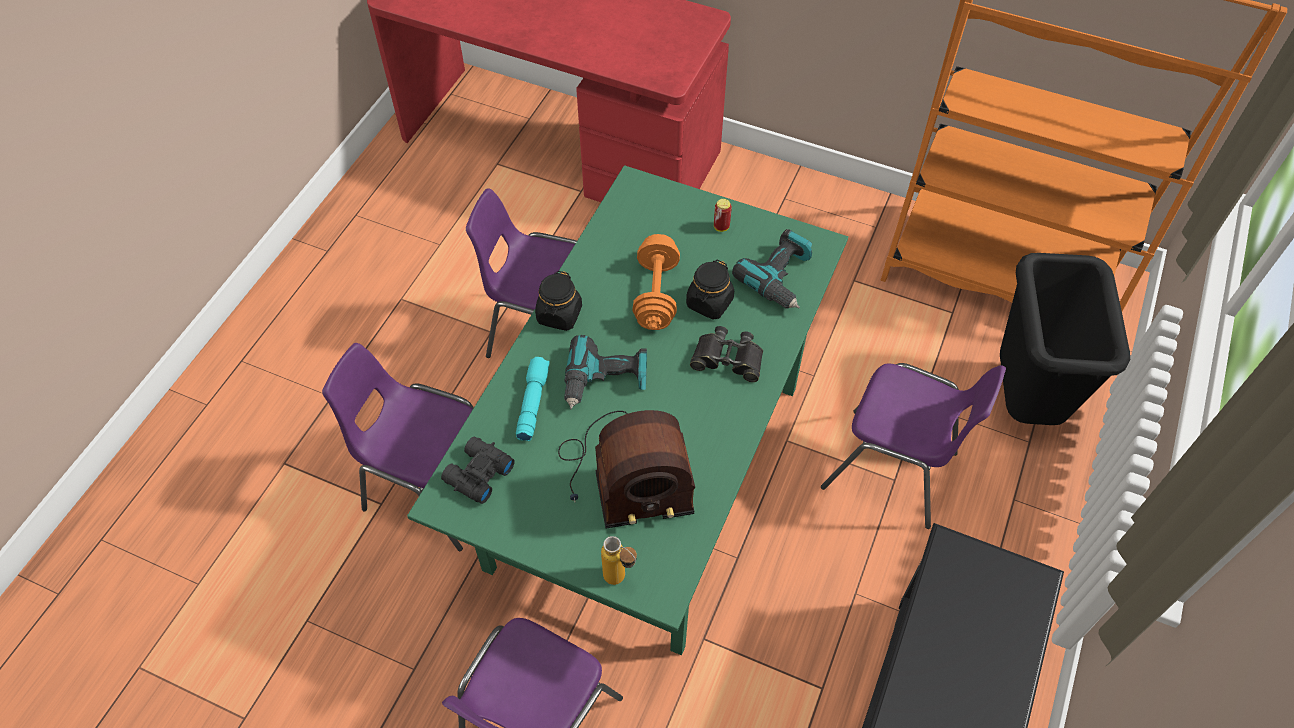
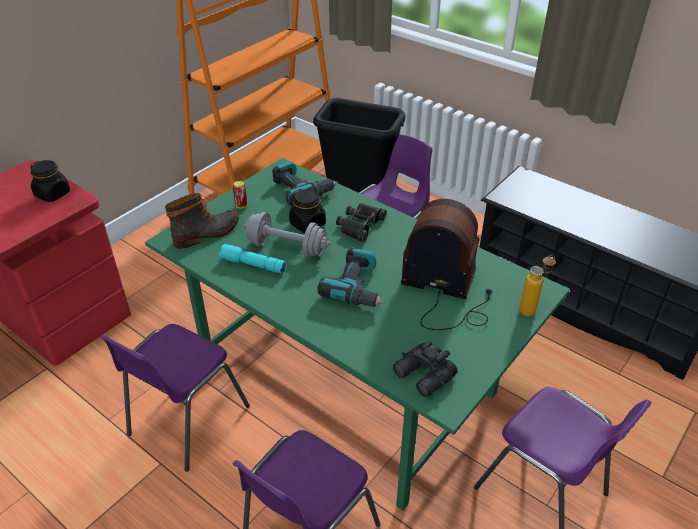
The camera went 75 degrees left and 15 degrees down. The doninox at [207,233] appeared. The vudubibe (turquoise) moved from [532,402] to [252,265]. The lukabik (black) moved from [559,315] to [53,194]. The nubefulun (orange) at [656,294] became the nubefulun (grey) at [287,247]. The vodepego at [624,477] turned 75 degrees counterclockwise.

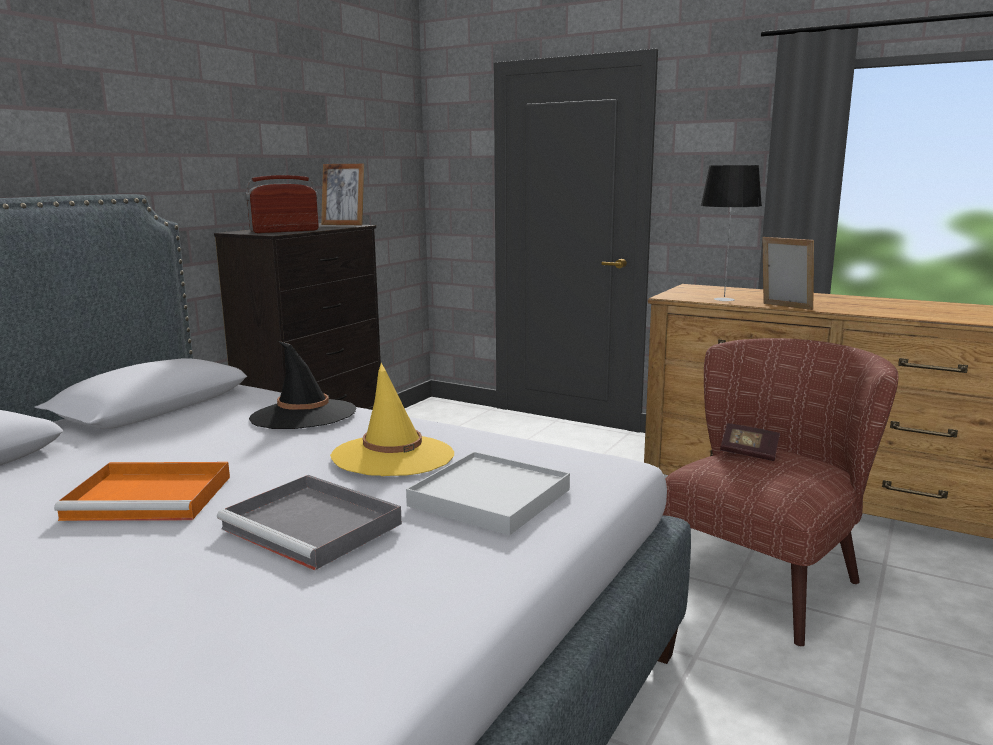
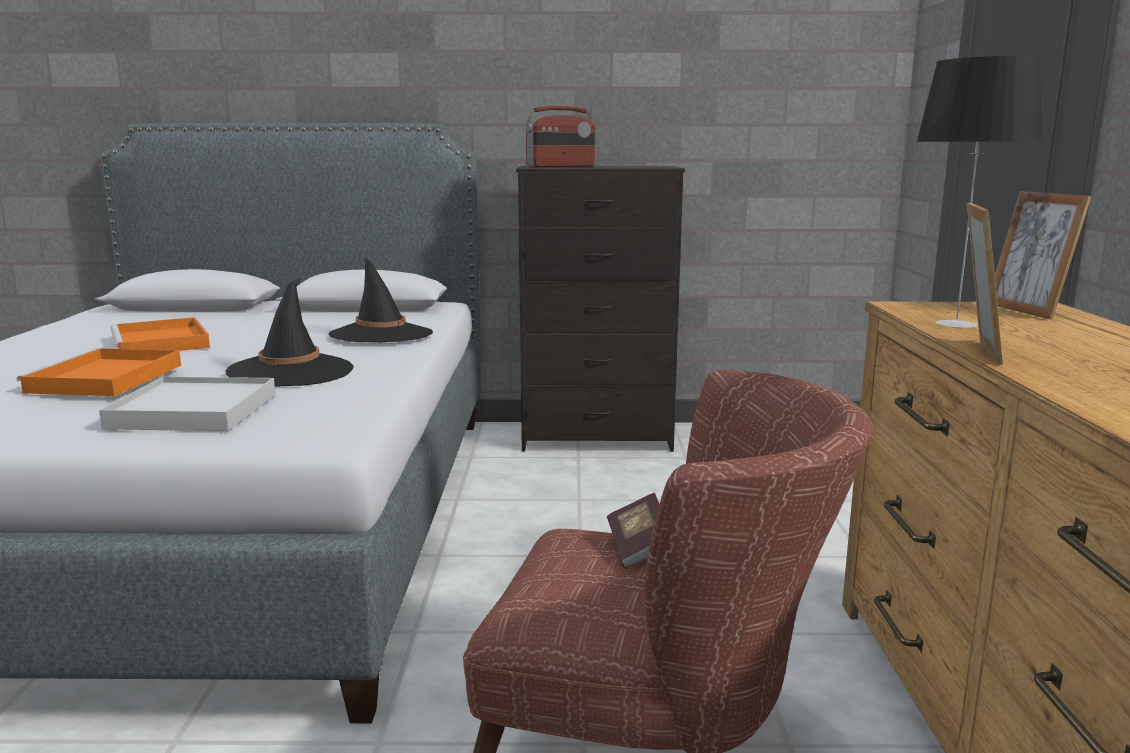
The camera went 60 degrees right and 0 degrees up. The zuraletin moved from [344,224] to [1027,311]. The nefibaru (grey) at [315,527] became the nefibaru (orange) at [104,379]. The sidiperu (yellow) at [393,456] became the sidiperu (black) at [291,371]. The vodepego at [284,231] turned 120 degrees clockwise.

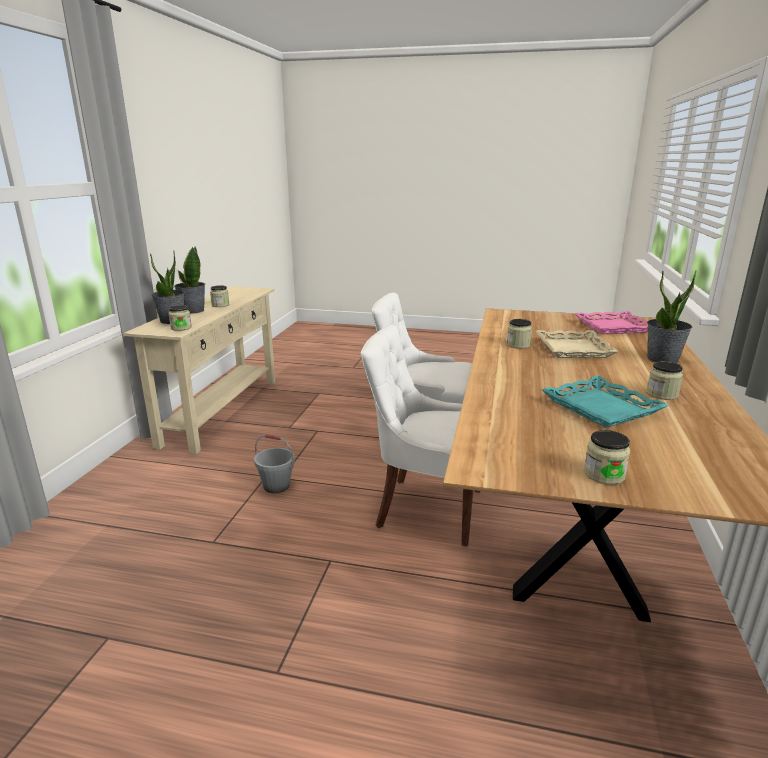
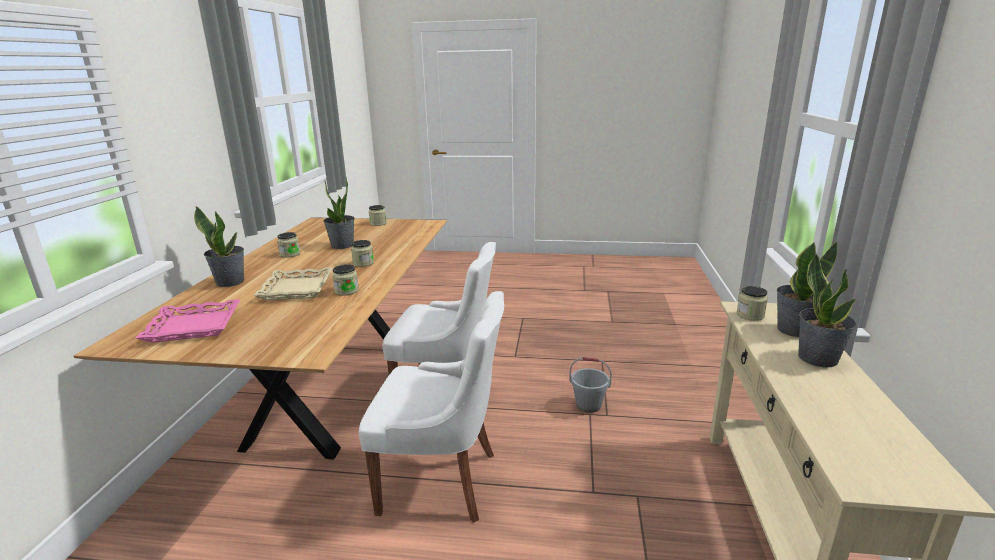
The camera went 175 degrees right and 0 degrees up. The lukabik moved from [220,305] to [363,263]. The nefibaru (turquoise) at [602,408] was replaced by the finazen at [342,245].

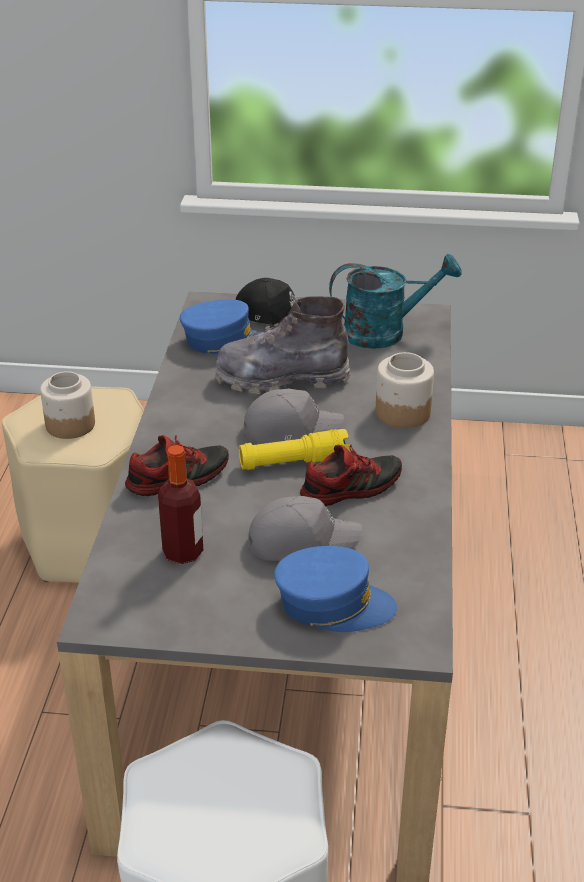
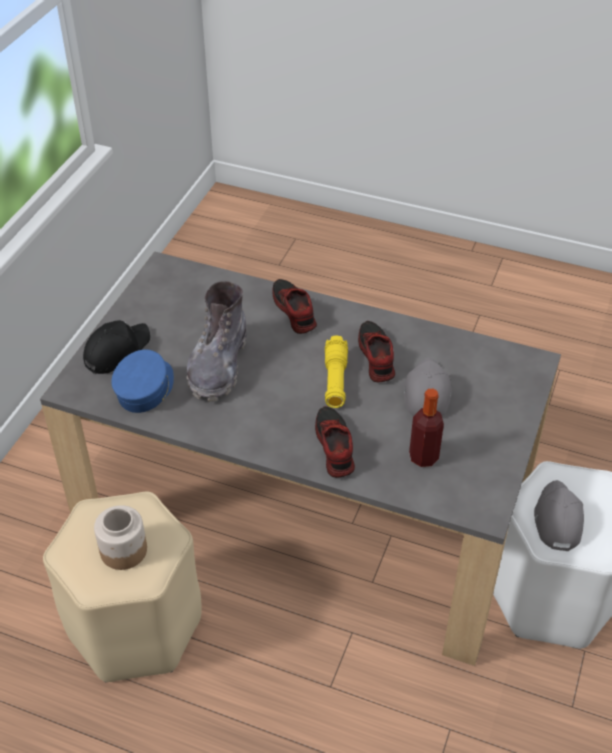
The camera went 75 degrees left and 10 degrees up. The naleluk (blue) at [333,604] disappeared. The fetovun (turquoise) at [385,332] disappeared. The naleluk (grey) moved from [290,428] to [557,519]. The lukabik at [402,412] was replaced by the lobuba at [293,311].

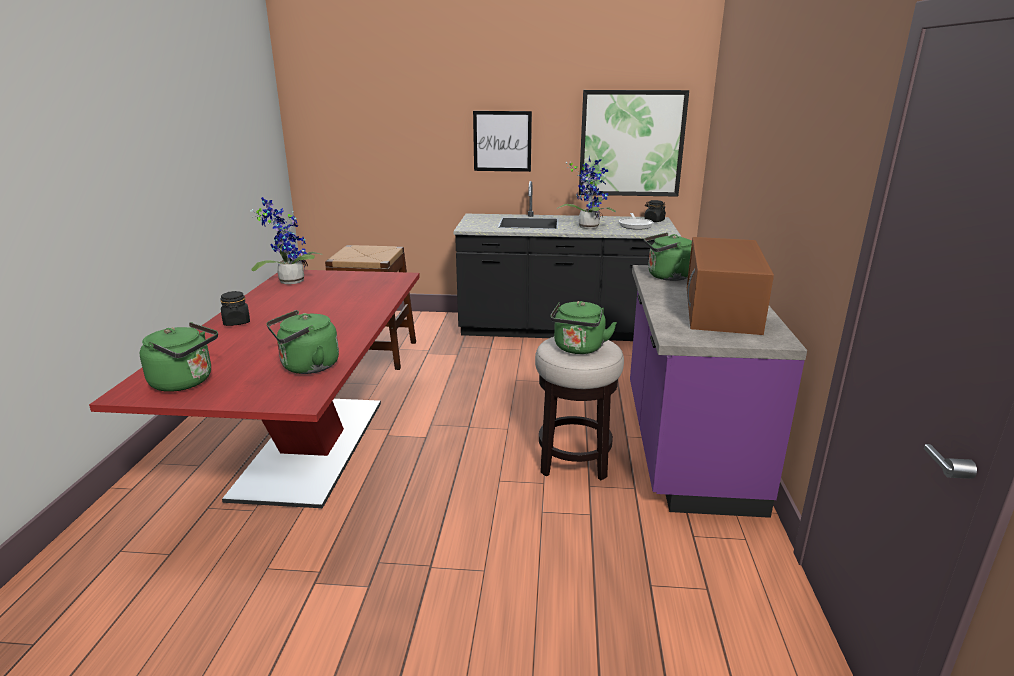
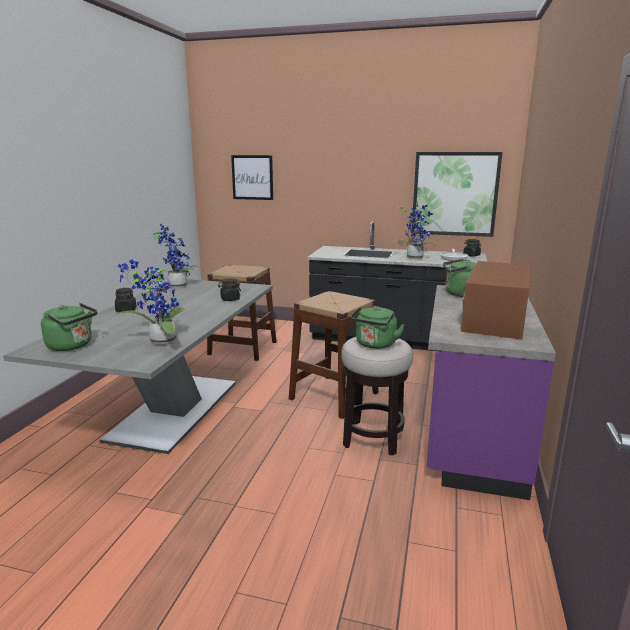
The camera went 10 degrees right and 5 degrees down. The lukabik (black) at [230,299] appeared. The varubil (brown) at [334,396] appeared. The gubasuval moved from [502,141] to [252,177]. The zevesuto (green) at [307,367] was replaced by the finazen at [159,342]. The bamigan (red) at [312,448] became the bamigan (grey) at [175,410].

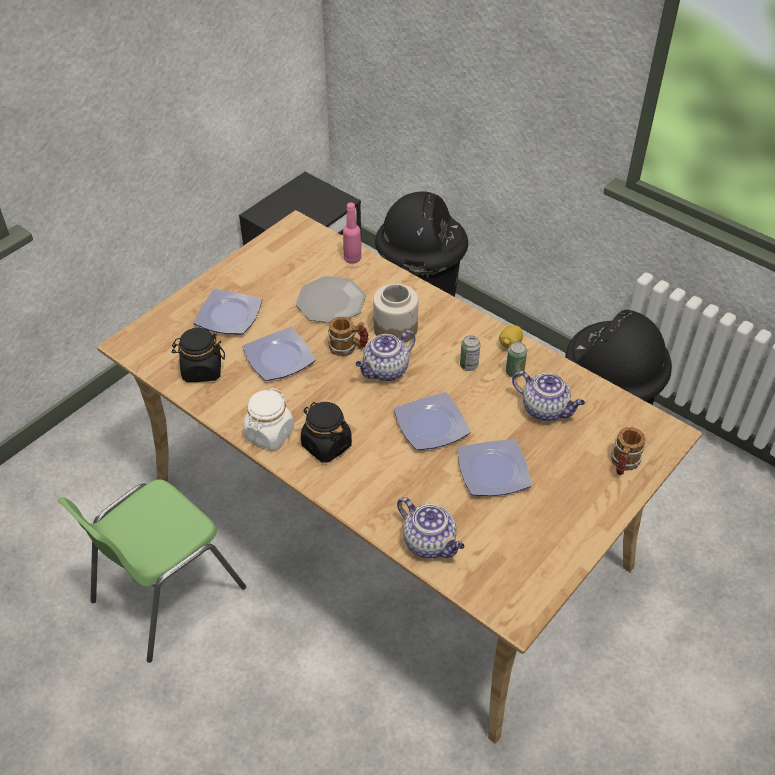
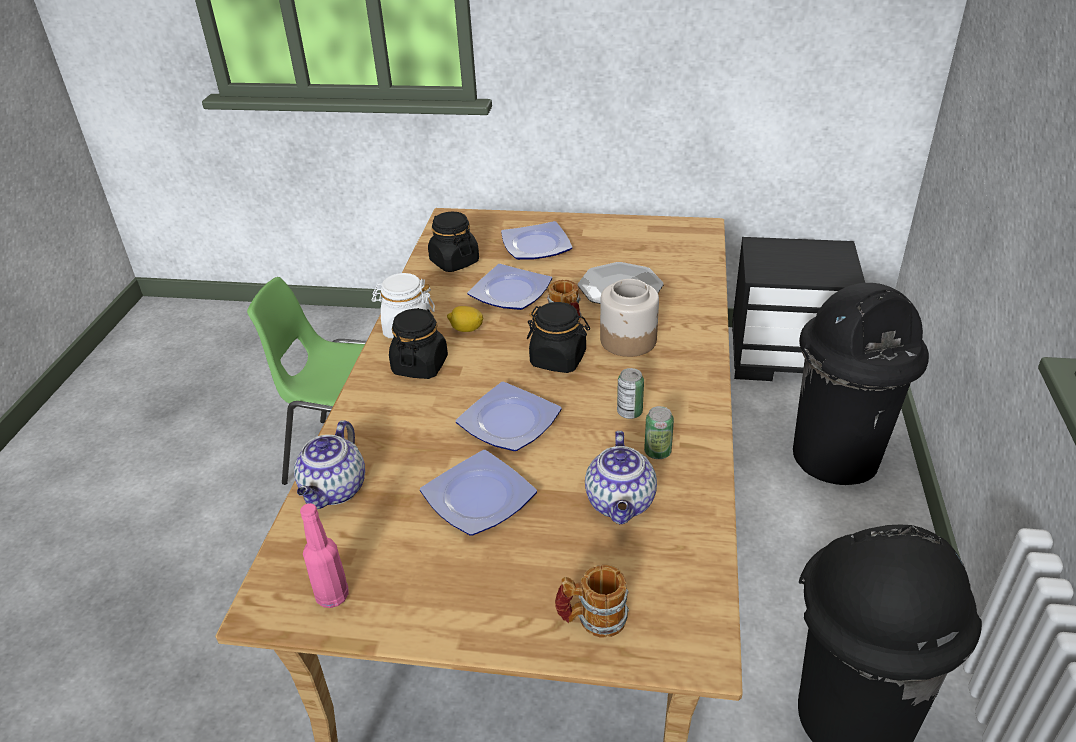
The camera went 60 degrees right and 10 degrees down. The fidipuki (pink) moved from [352,258] to [332,596]. The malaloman moved from [510,344] to [466,329]. The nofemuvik at [385,371] was replaced by the lukabik (black) at [558,359].

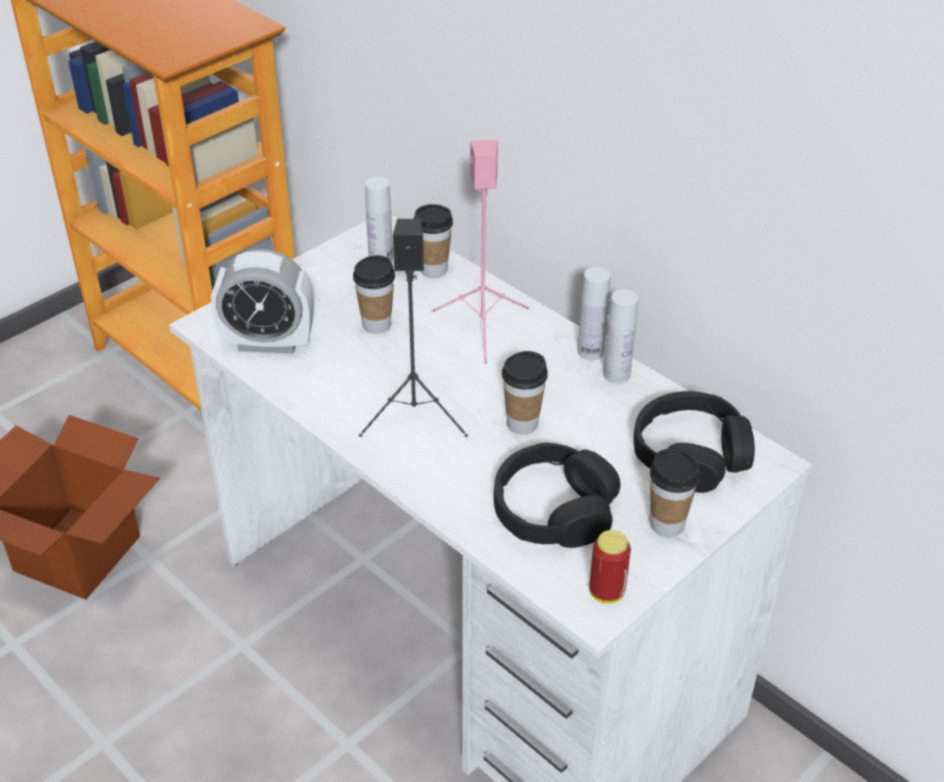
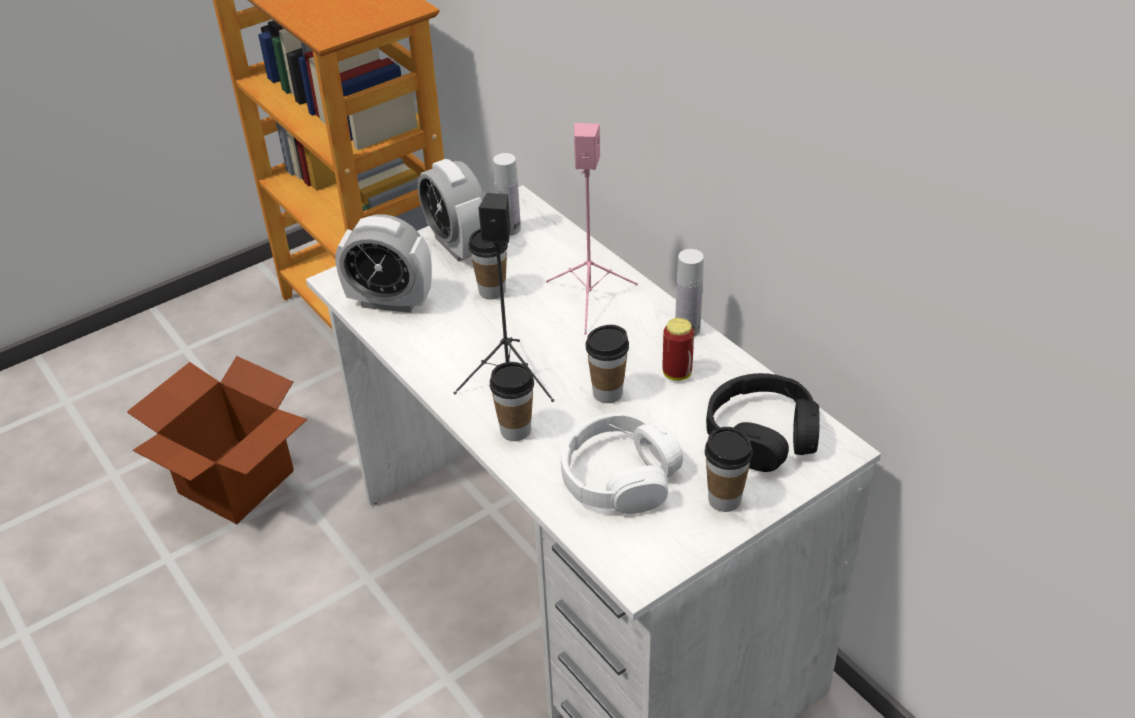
The camera went 10 degrees right and 0 degrees up. The fidipuki (white) at [616,374] disappeared. The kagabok at [457,245] appeared. The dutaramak moved from [433,270] to [515,430]. The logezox moved from [606,593] to [677,373]. The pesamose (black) at [554,510] became the pesamose (white) at [619,477].

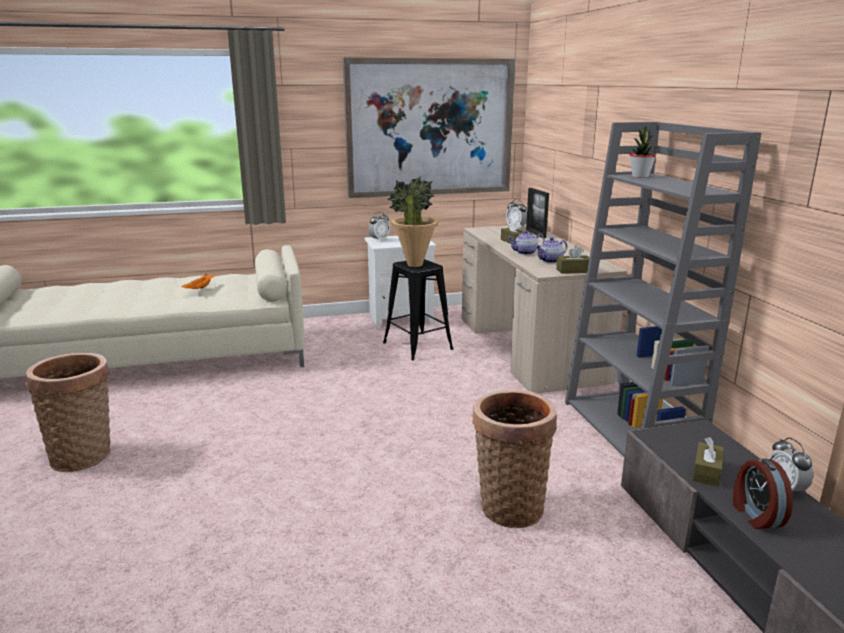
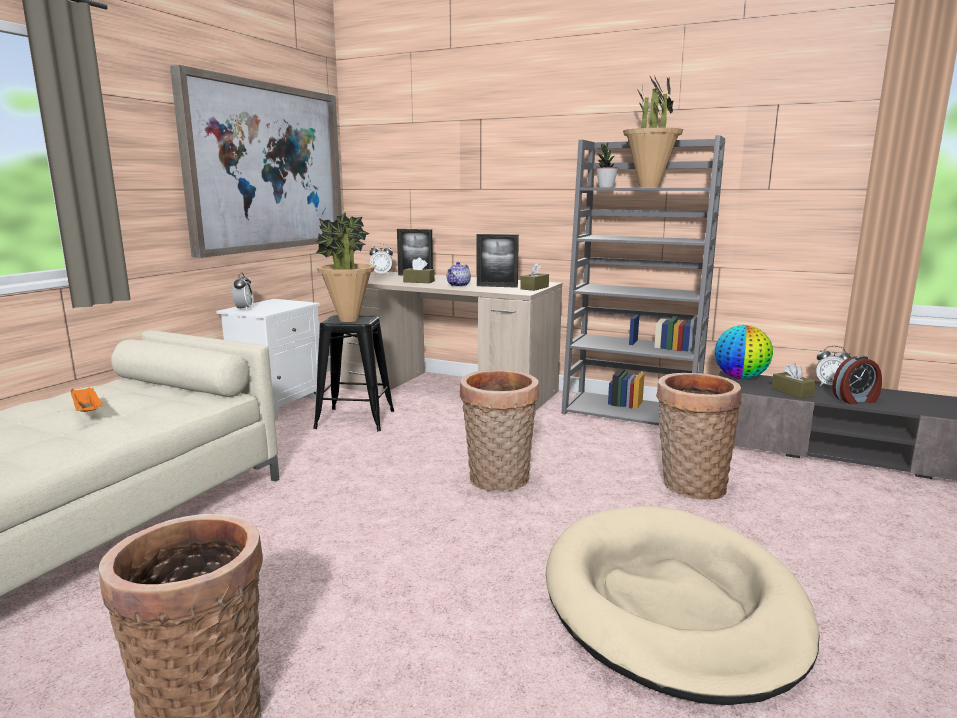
The camera went 50 degrees left and 5 degrees down. The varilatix at [498,481] appeared. The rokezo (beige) at [672,604] appeared. The finazen at [649,187] appeared. The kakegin at [740,378] appeared. The nofemuvik at [550,261] was replaced by the zuraletin at [497,286]. The kagabok at [755,515] turned 45 degrees counterclockwise.

